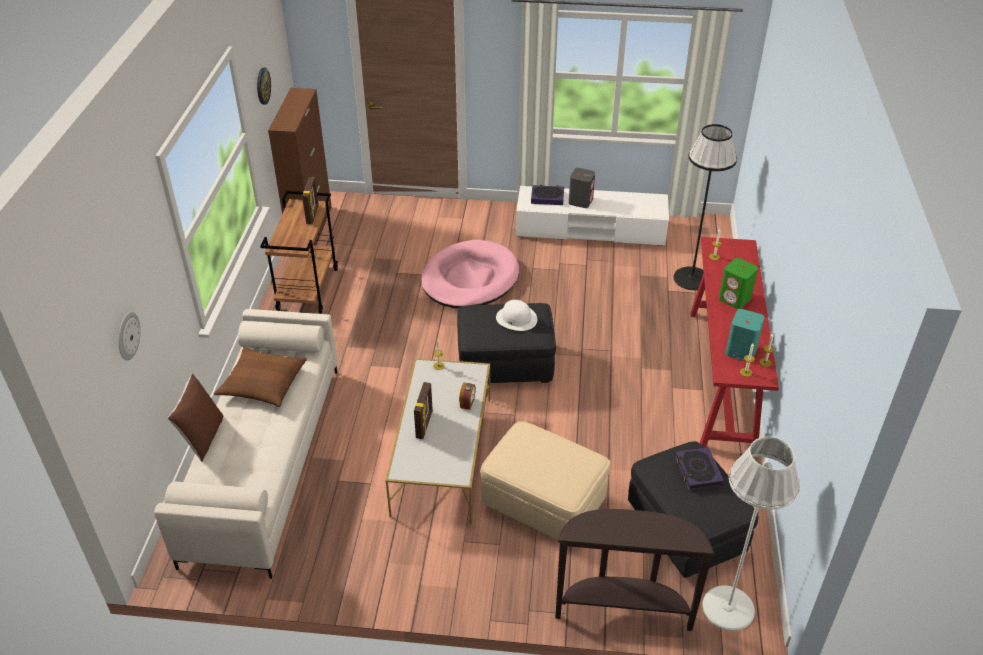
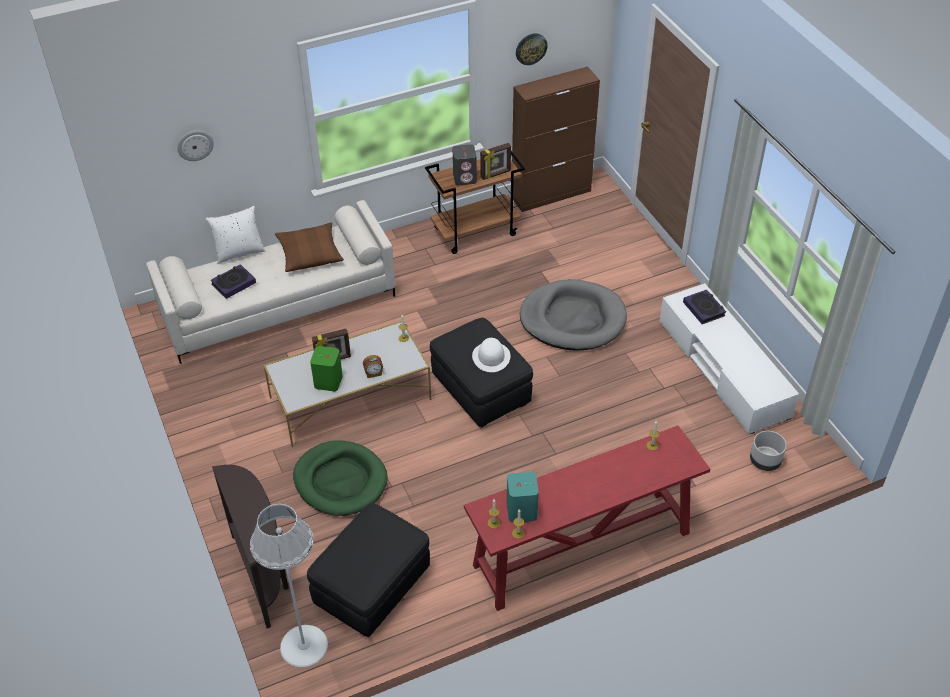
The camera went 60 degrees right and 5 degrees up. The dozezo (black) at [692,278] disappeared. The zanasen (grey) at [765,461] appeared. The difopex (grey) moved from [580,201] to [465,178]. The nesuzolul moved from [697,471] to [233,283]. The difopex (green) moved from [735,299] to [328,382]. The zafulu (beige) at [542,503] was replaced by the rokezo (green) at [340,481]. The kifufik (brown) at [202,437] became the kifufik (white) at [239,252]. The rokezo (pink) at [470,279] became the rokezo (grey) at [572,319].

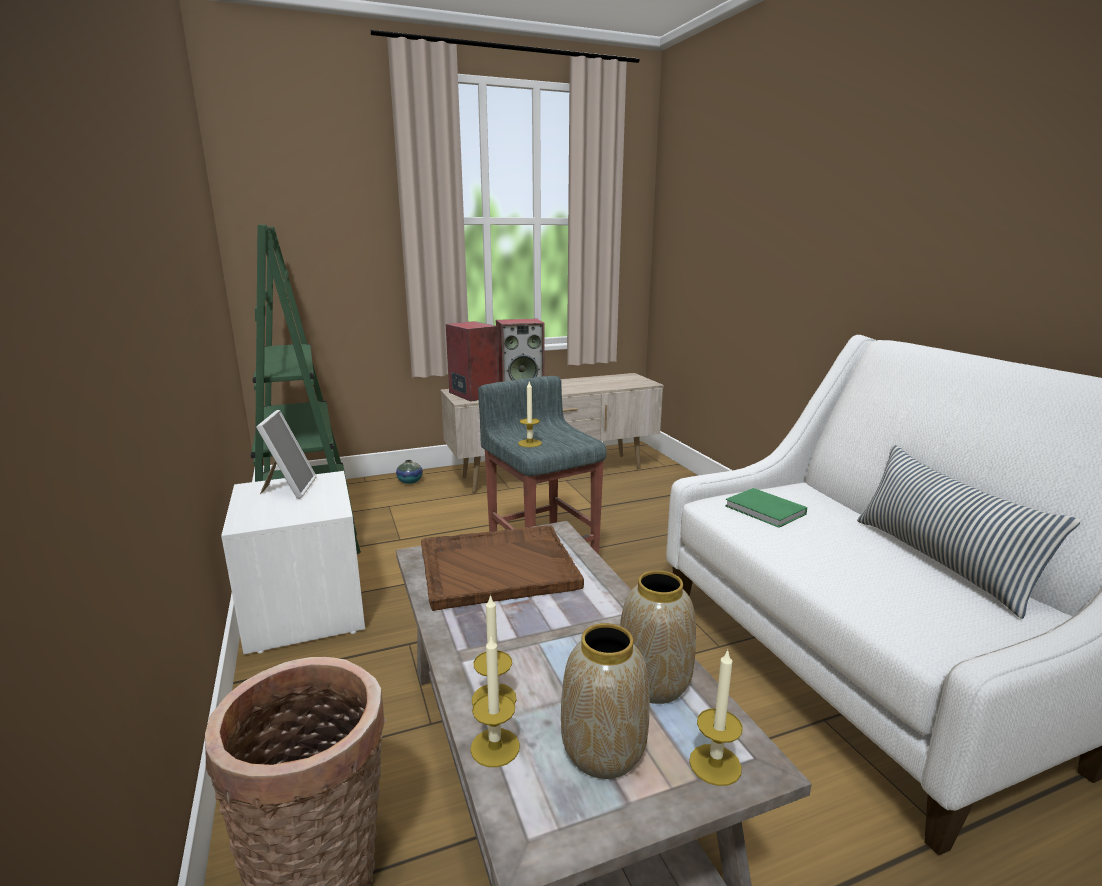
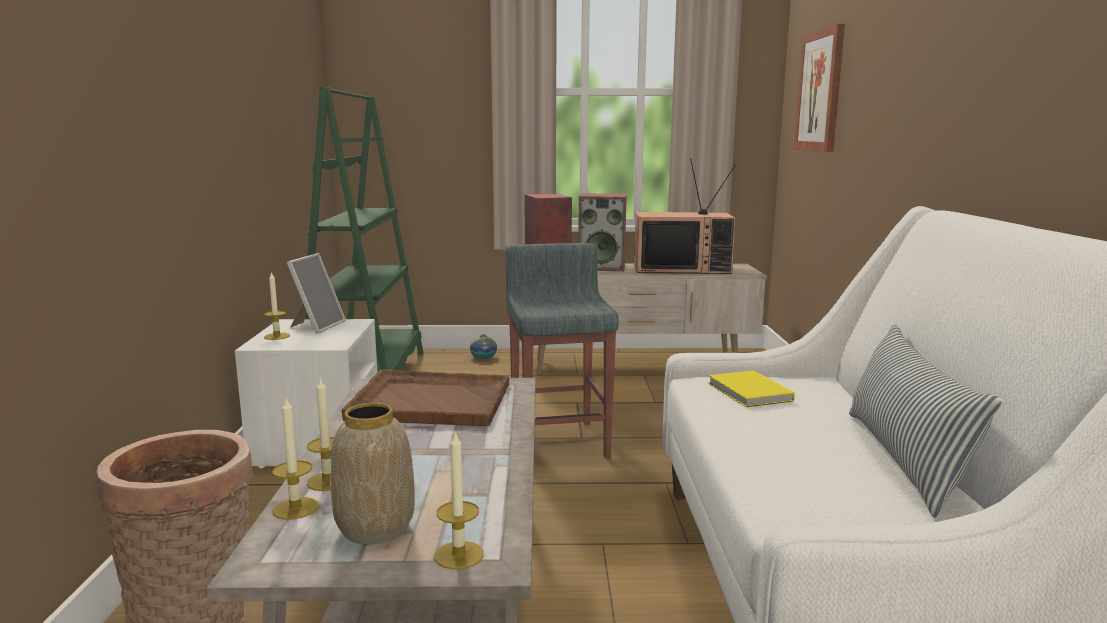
The camera went 20 degrees right and 5 degrees down. The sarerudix at [653,684] disappeared. The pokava at [682,269] appeared. The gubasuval at [820,91] appeared. The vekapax moved from [530,443] to [277,336]. The nesuzolul (green) at [765,511] became the nesuzolul (yellow) at [749,393].

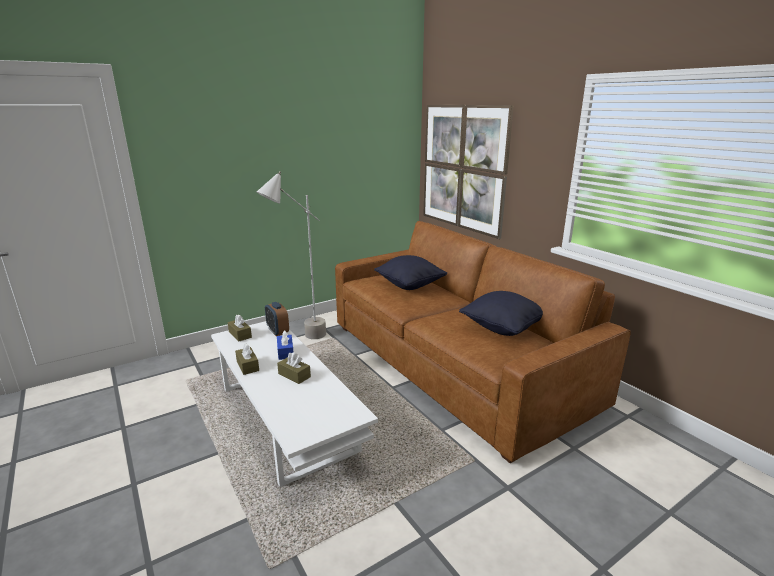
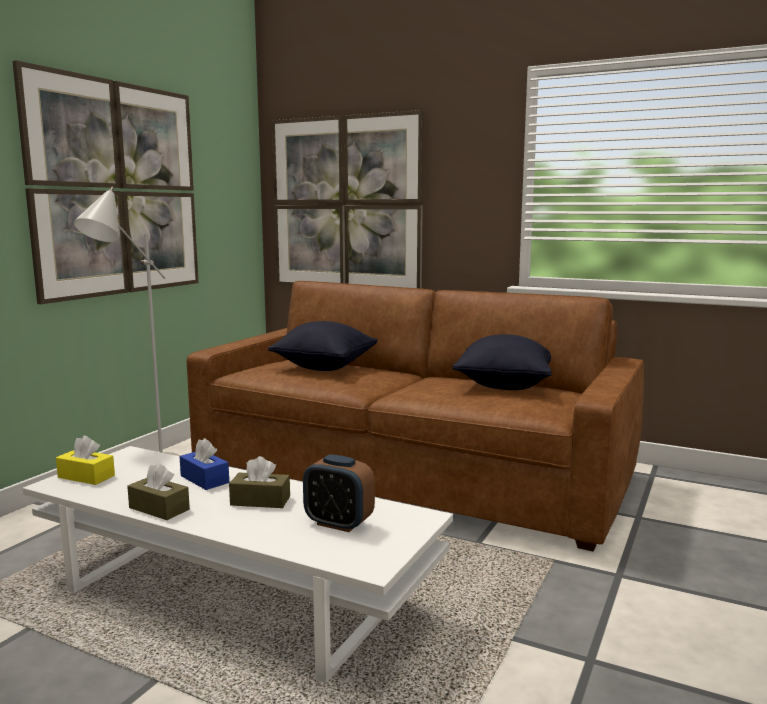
The camera went 30 degrees left and 10 degrees down. The gubasuval at [117,189] appeared. The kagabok moved from [278,332] to [338,523]. The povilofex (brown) at [240,334] became the povilofex (yellow) at [86,476].

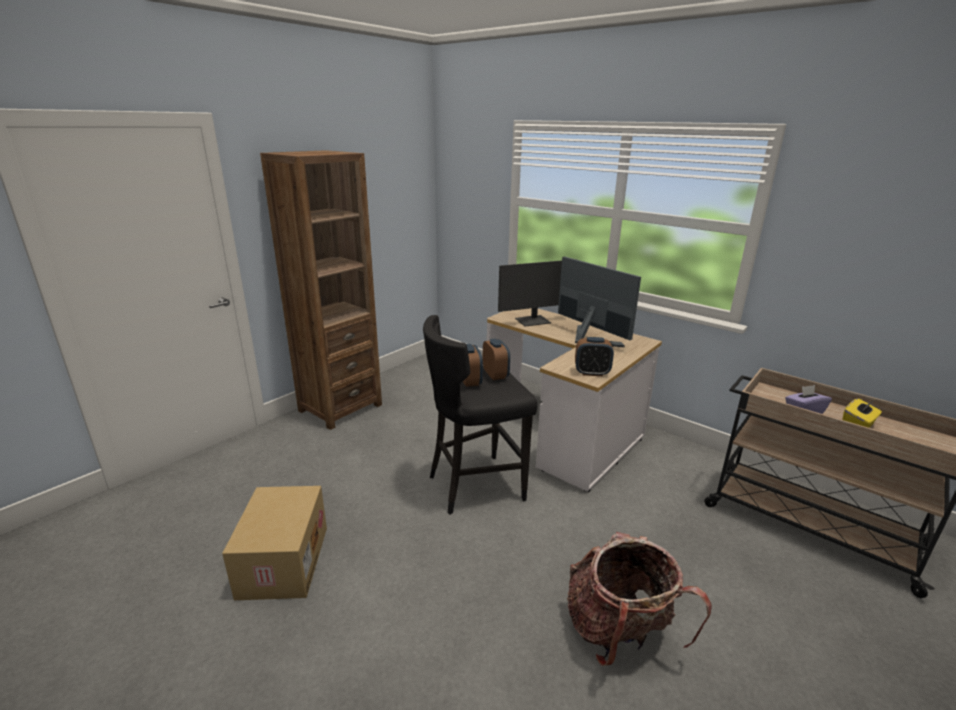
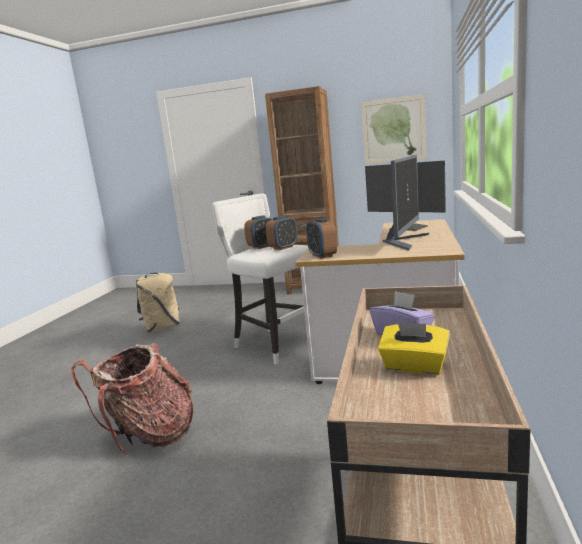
The camera went 65 degrees right and 10 degrees down. The gubasuval at [393,130] appeared. The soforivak at [282,561] was replaced by the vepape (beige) at [162,327]. The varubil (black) at [475,485] became the varubil (white) at [275,344].

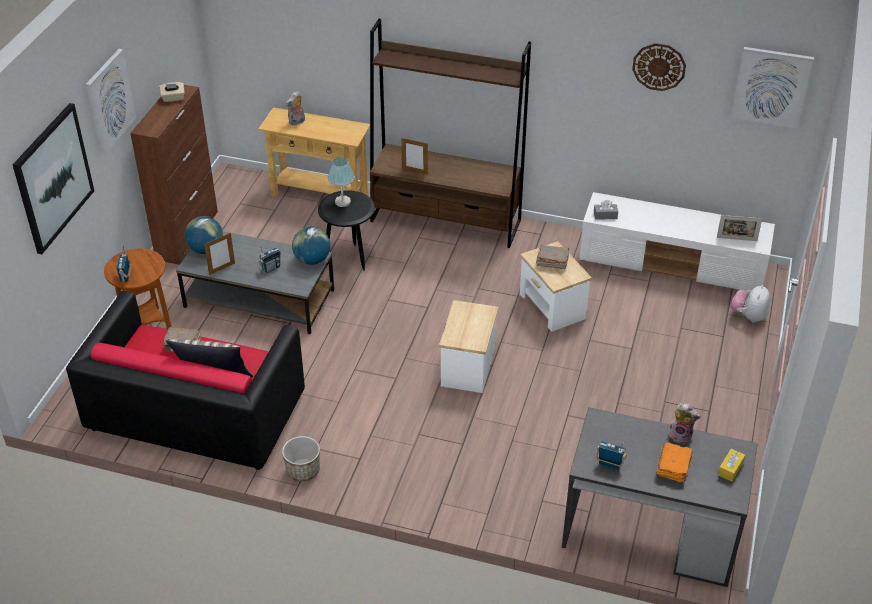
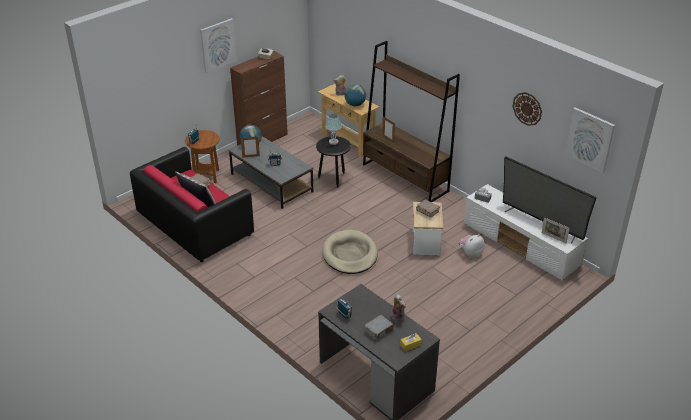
The camera went 30 degrees right and 5 degrees down. The gubasuval at [53,178] disappeared. The zanasen at [303,470] disappeared. The pokava at [541,222] appeared. The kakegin moved from [312,260] to [355,104]. The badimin moved from [748,316] to [470,253]. The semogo at [467,367] was replaced by the rokezo (beige) at [350,255]. The nesuzolul (orange) at [674,467] became the nesuzolul (grey) at [379,331].

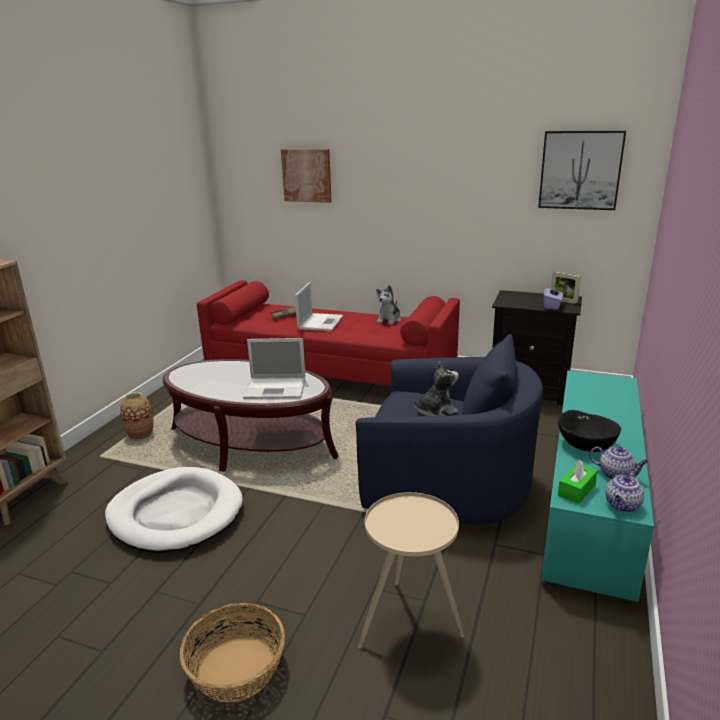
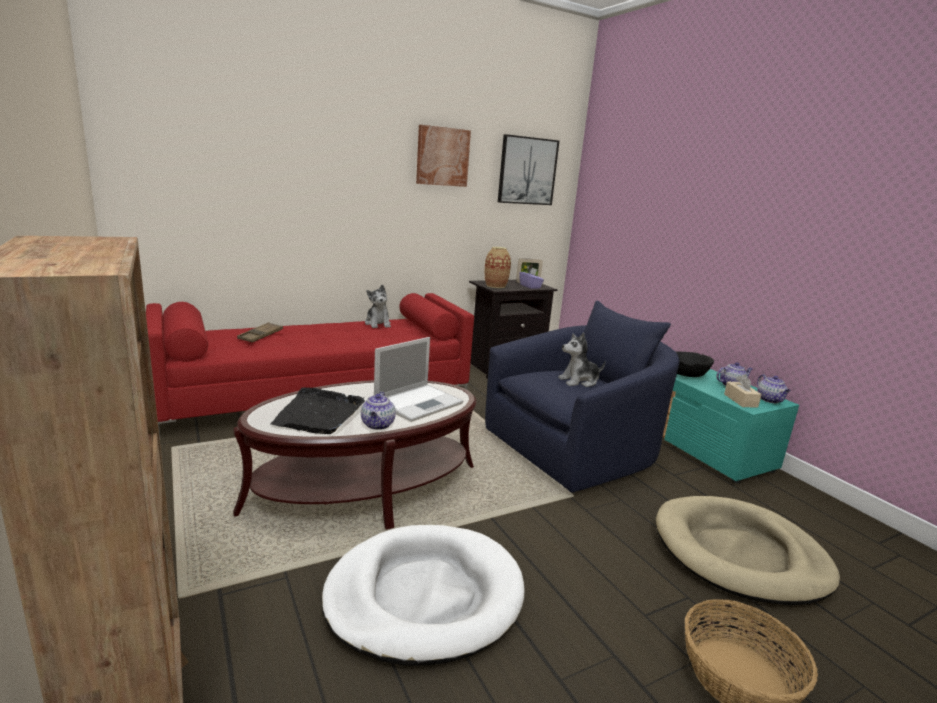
The camera went 50 degrees left and 5 degrees down. The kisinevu at [320,322] disappeared. The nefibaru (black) at [319,414] appeared. The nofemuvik at [378,425] appeared. The sarerudix moved from [140,435] to [495,286]. The gubasuval moved from [307,175] to [442,156]. The semogo (beige) at [409,624] was replaced by the rokezo (beige) at [739,554]. The povilofex (green) at [576,490] became the povilofex (beige) at [740,400]. The badimin at [435,412] turned 120 degrees counterclockwise.

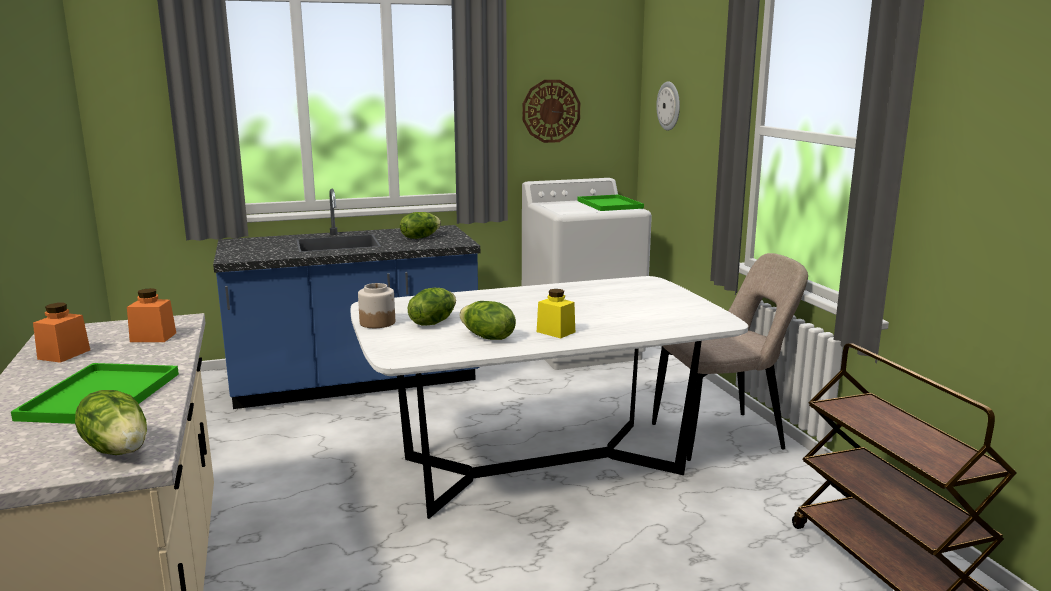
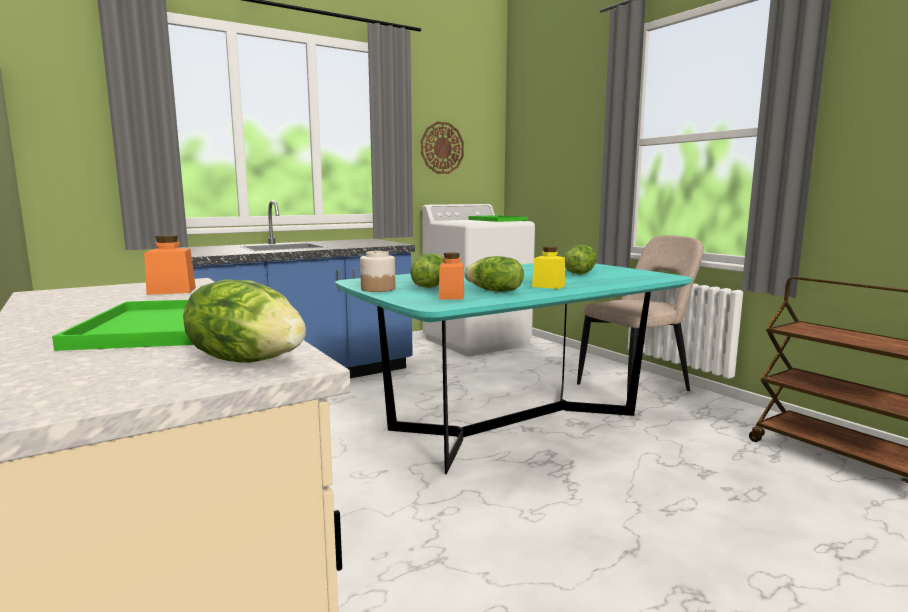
The camera went 15 degrees left and 5 degrees down. The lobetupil at [669,106] disappeared. The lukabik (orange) moved from [64,354] to [451,296]. The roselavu moved from [420,237] to [579,273]. The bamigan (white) at [541,466] became the bamigan (turquoise) at [514,422].

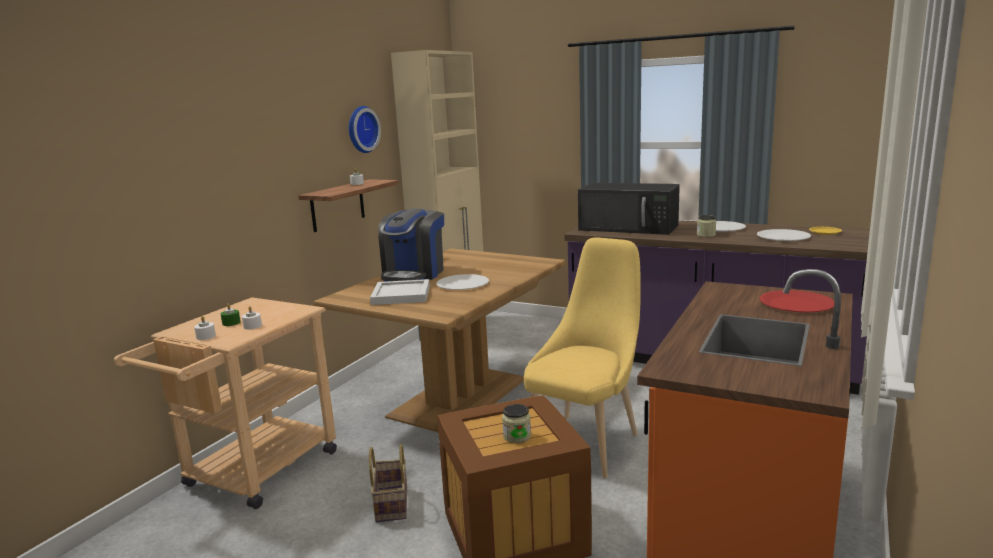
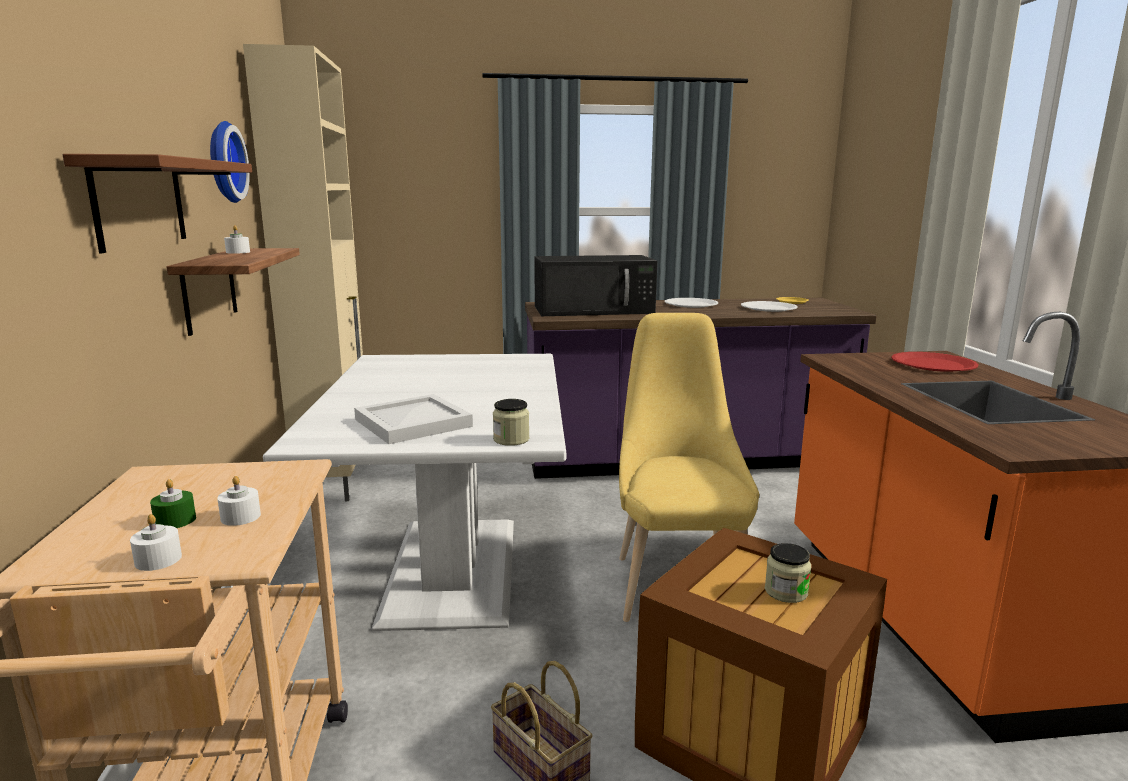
The camera went 35 degrees left and 0 degrees up. The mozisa at [414,274] disappeared. The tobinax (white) at [462,284] disappeared. The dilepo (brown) at [140,202] appeared. The lukabik moved from [706,235] to [511,439]. The bamigan (brown) at [457,397] became the bamigan (white) at [449,570].

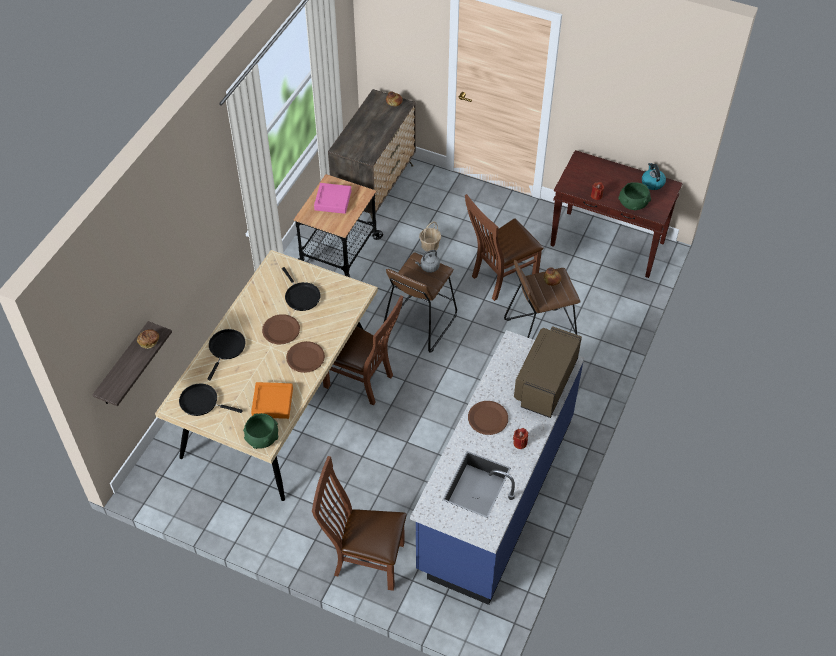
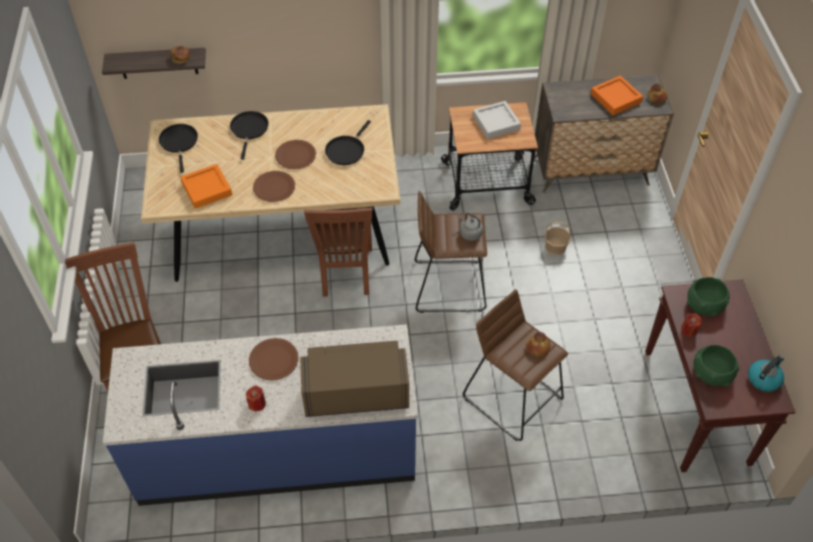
The camera went 60 degrees right and 0 degrees up. The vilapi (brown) at [500,279] disappeared. The nefibaru (orange) at [615,98] appeared. The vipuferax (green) moved from [262,437] to [705,304]. The nefibaru (pink) at [333,200] became the nefibaru (grey) at [496,123]. The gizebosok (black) at [226,348] turned 75 degrees counterclockwise.

